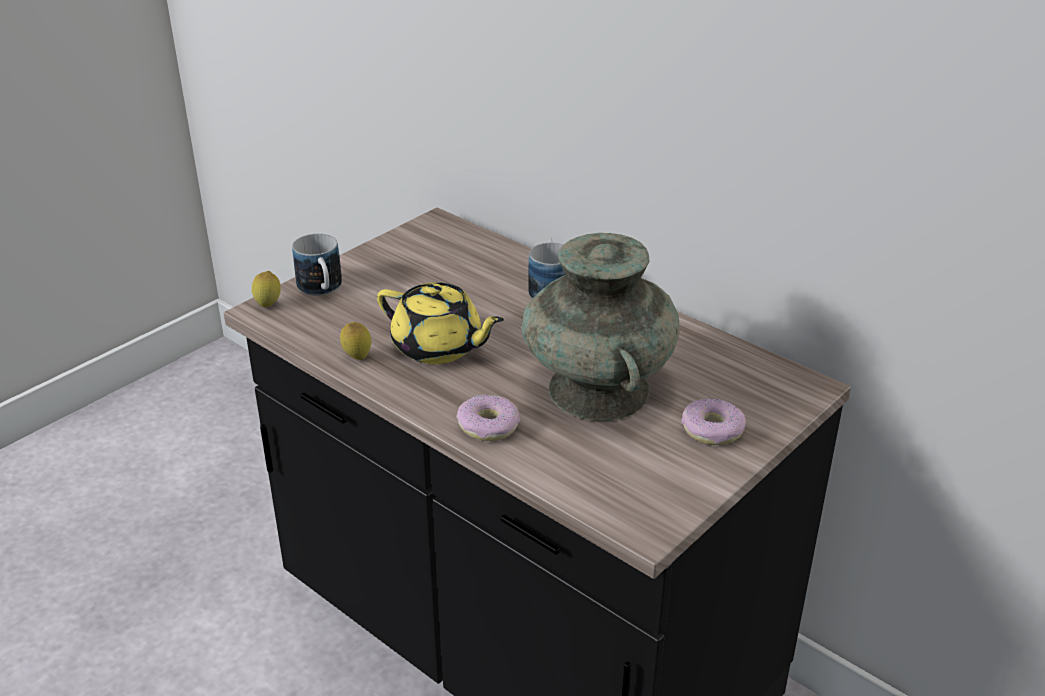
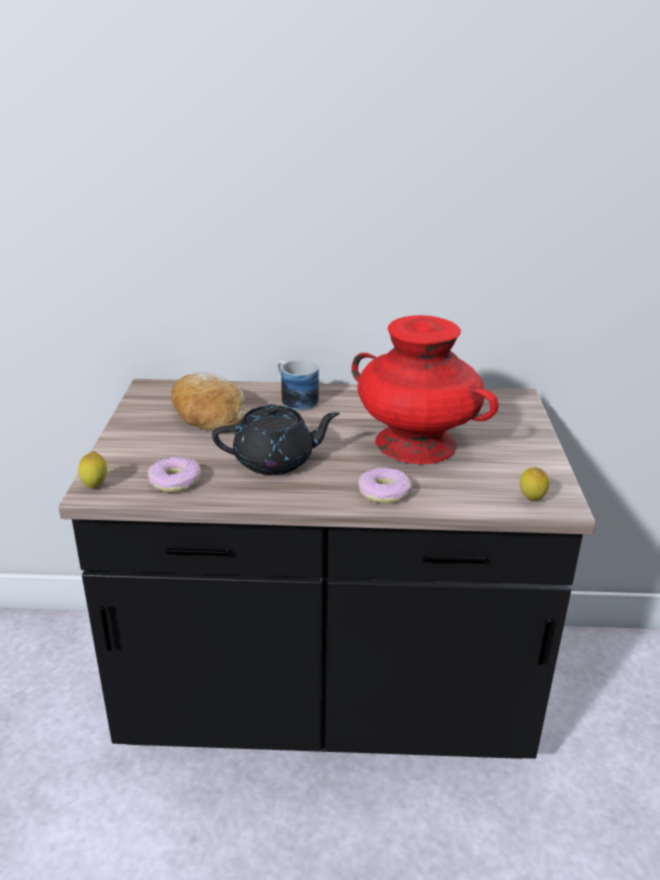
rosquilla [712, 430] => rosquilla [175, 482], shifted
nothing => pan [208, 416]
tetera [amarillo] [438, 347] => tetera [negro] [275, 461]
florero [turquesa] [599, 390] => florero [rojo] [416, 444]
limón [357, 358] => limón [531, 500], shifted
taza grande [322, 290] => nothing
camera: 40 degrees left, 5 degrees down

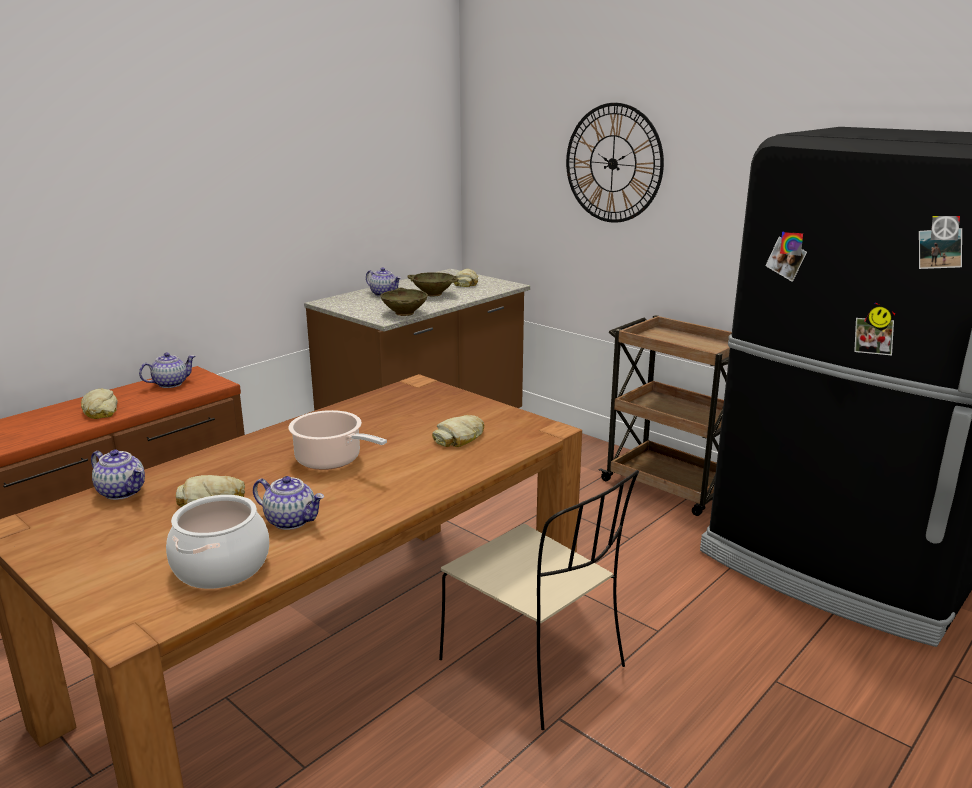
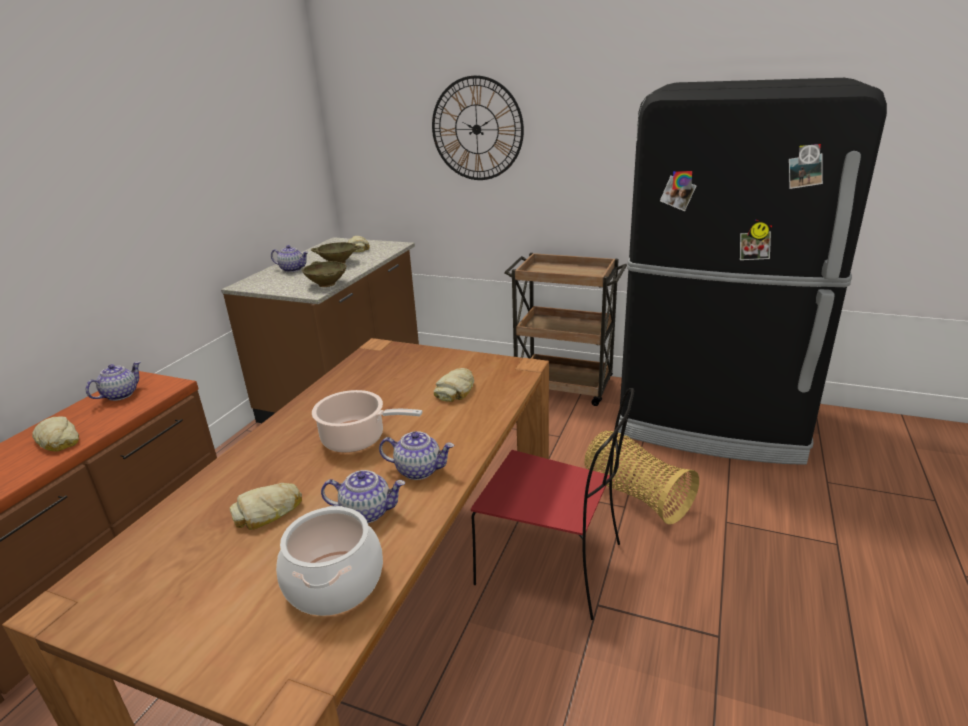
tetera [122, 492] => tetera [419, 470], shifted
silla [beis] [535, 665] => silla [rojo] [553, 565]
nothing => cesta [635, 495]
camera: 20 degrees left, 5 degrees up

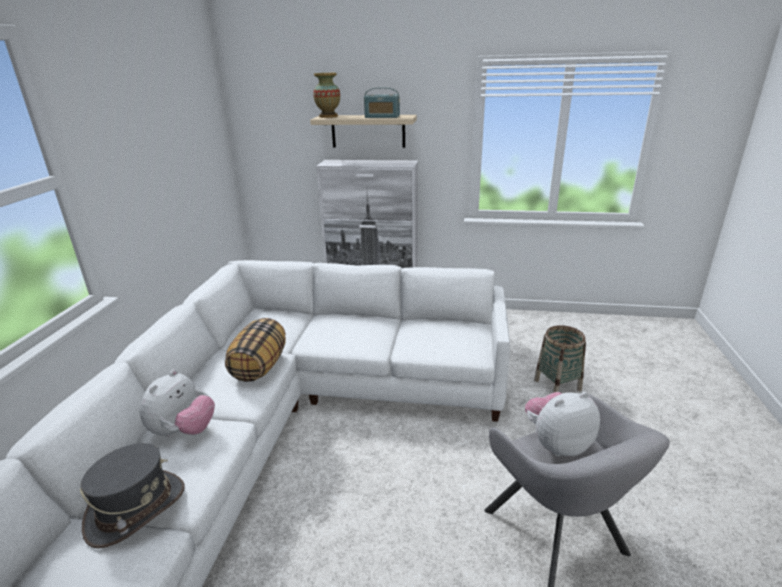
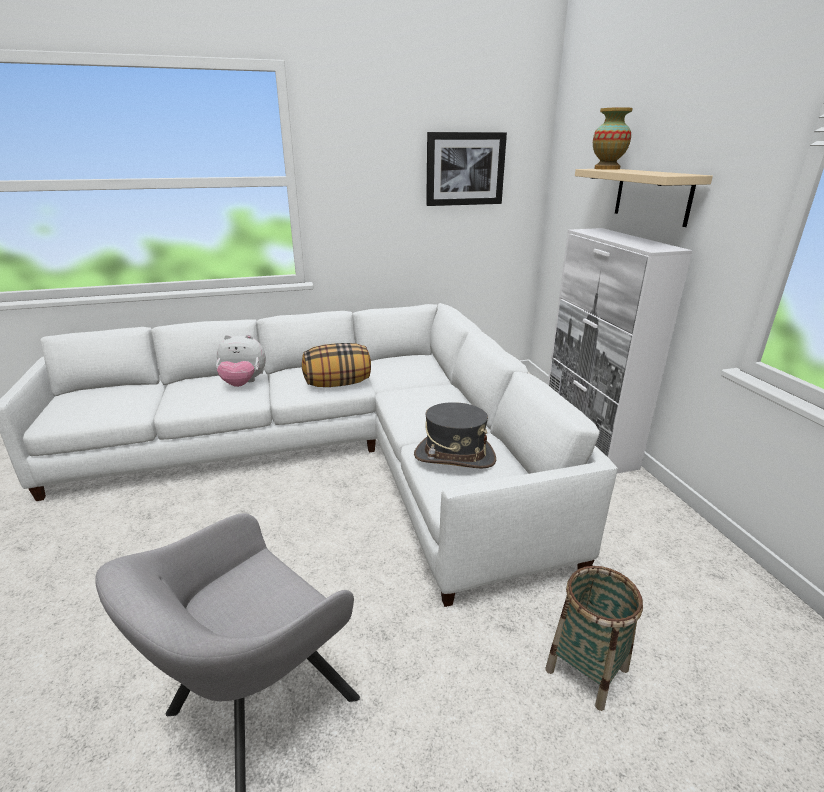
sombrero [gris] [136, 509] => sombrero [gris] [454, 456], shifted
nothing => cuadro [465, 169]
radio [382, 117] => nothing
peluche [556, 443] => nothing
camera: 65 degrees right, 0 degrees up

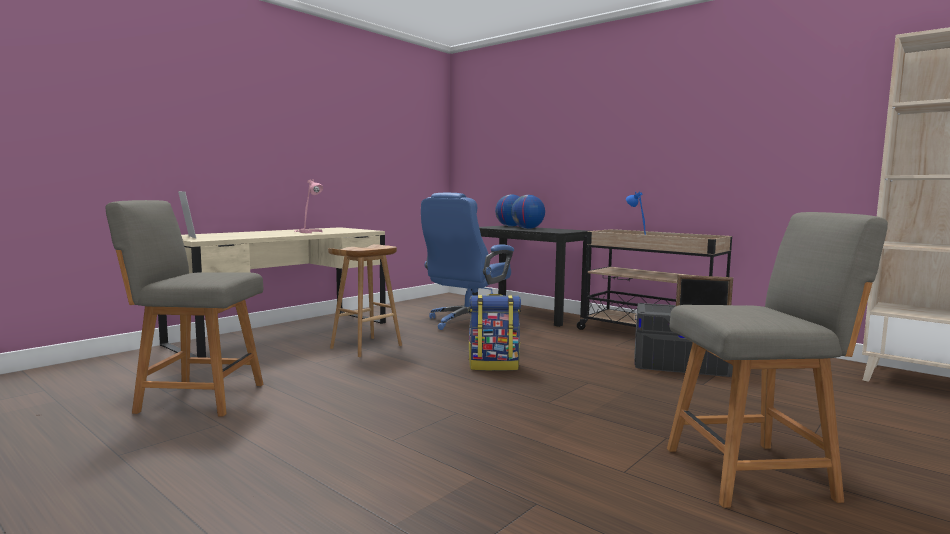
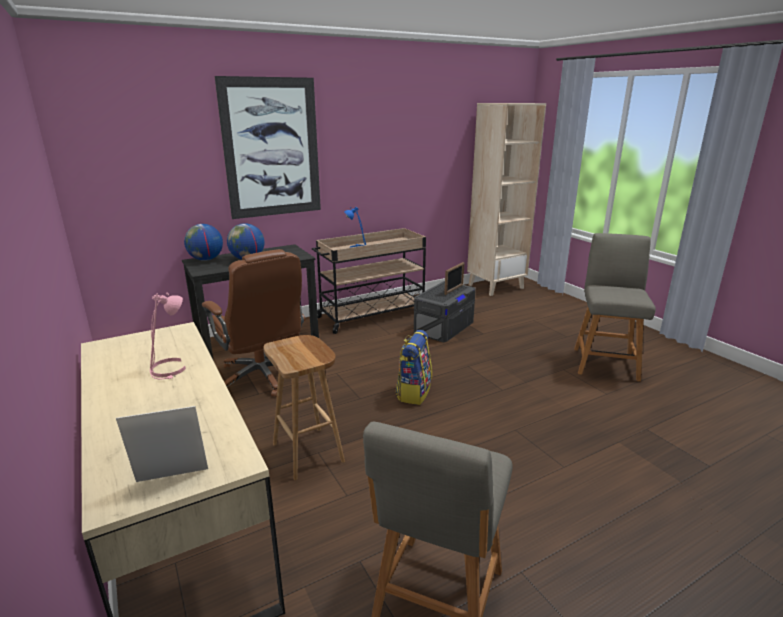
silla de oficina [azul] [466, 322] => silla de oficina [marrón] [262, 377]
nothing => cuadro [272, 148]
camera: 70 degrees left, 15 degrees up

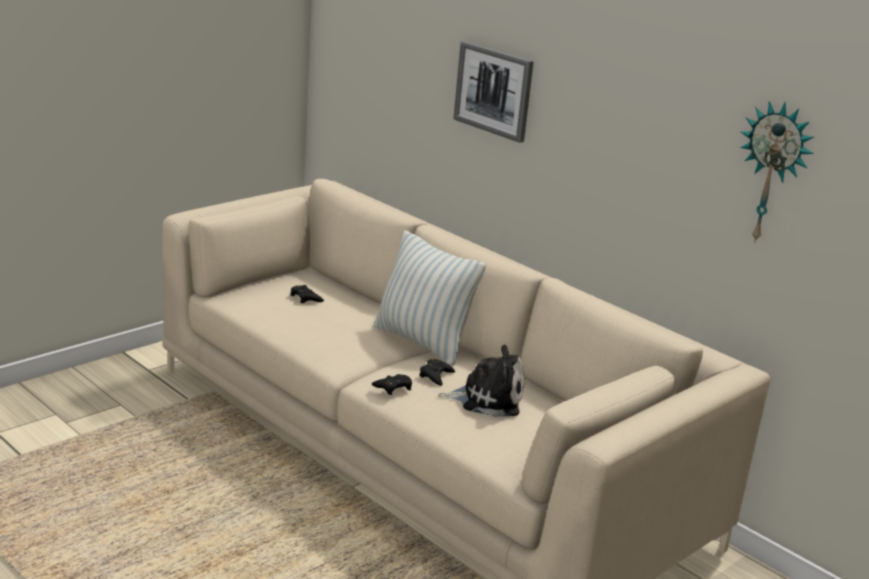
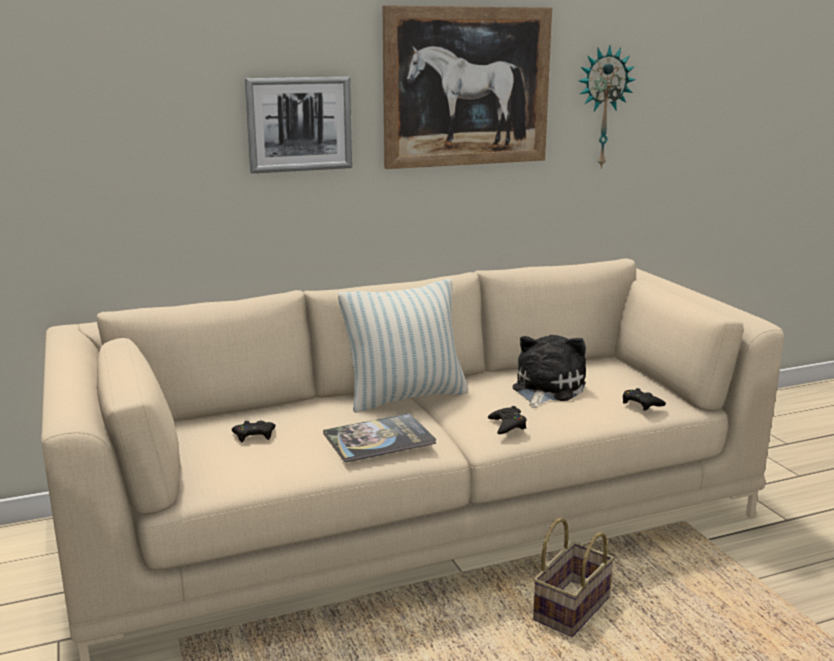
nothing => libro [379, 439]
nothing => cuadro [467, 87]
nothing => cesta [571, 607]
mando de consola [negro] [435, 375] => mando de consola [negro] [641, 404], shifted
camera: 65 degrees left, 5 degrees down

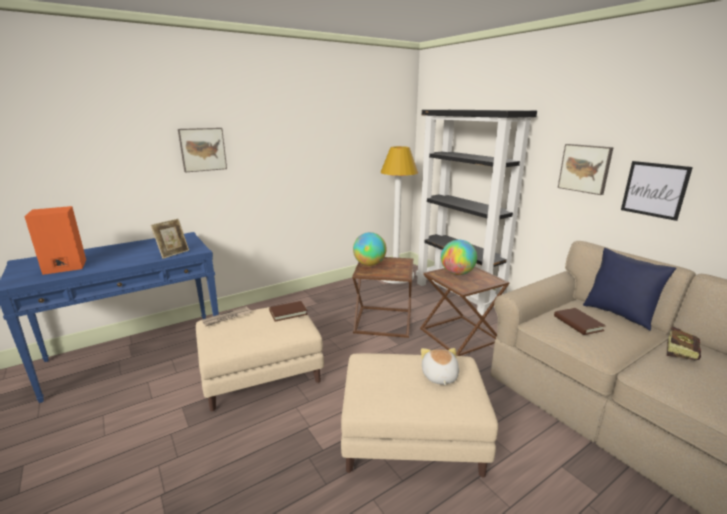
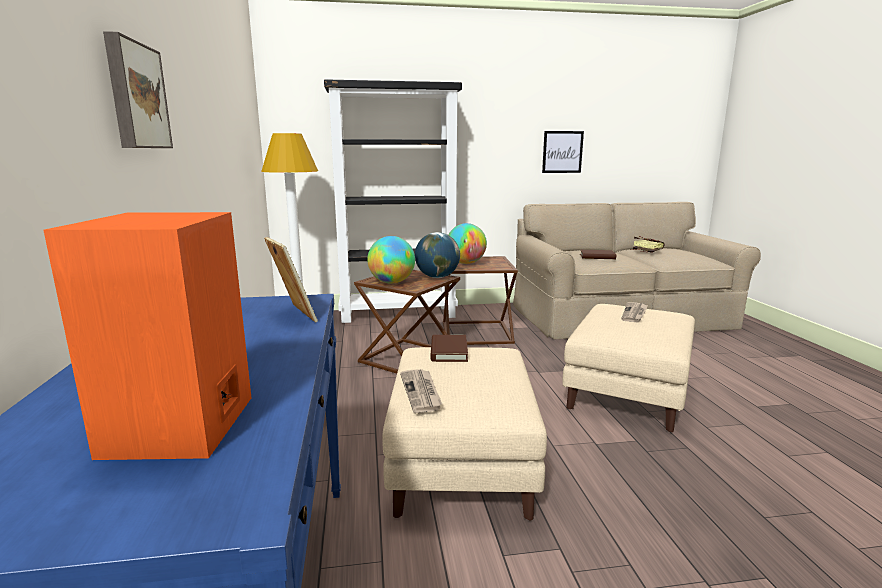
nothing => globo terráqueo [437, 277]
peluche [439, 376] => periódico [634, 314]
cuadro [585, 168] => nothing
cojín [azul] [618, 314] => nothing
camera: 65 degrees left, 5 degrees down

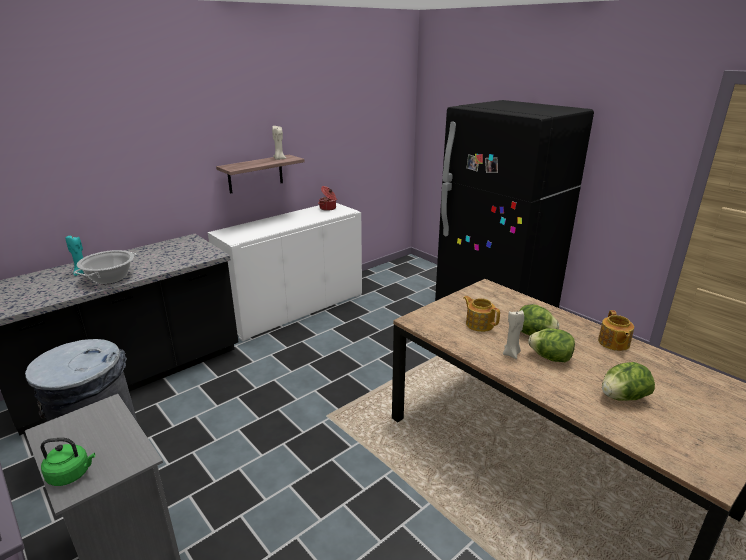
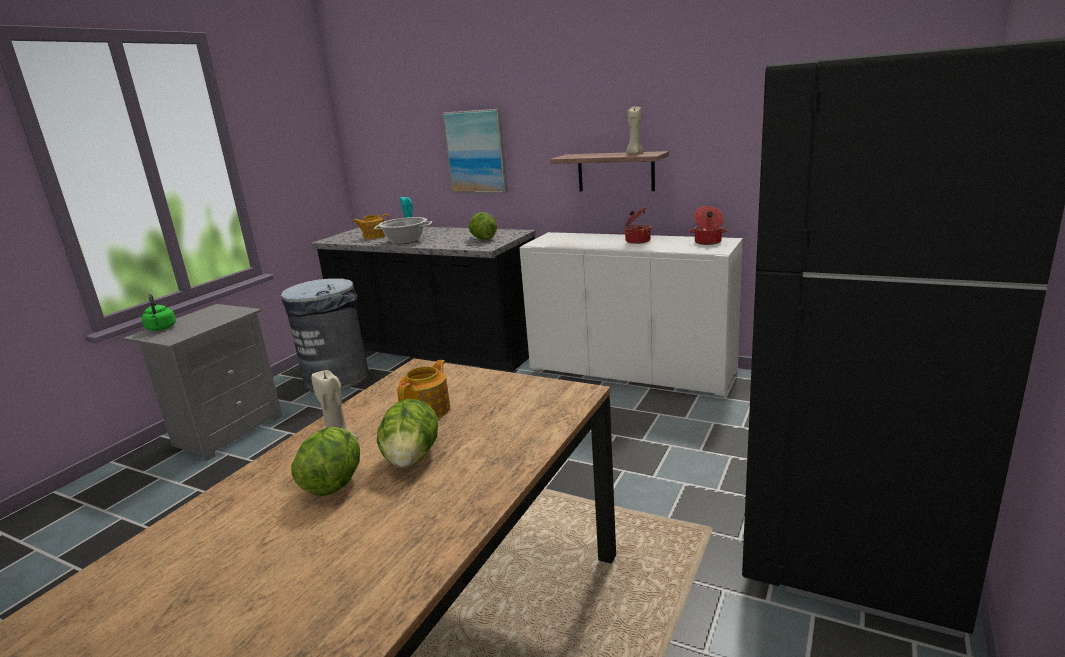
tetera [613, 343] => tetera [374, 236], shifted
nothing => cuadro [476, 152]
lechuga [622, 397] => lechuga [483, 239], shifted
nothing => olla [637, 241]
camera: 70 degrees right, 5 degrees down

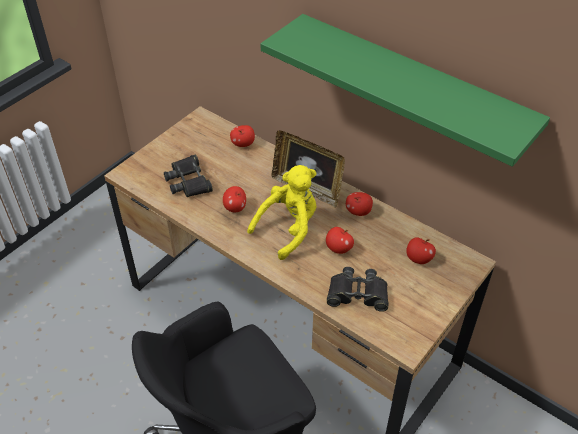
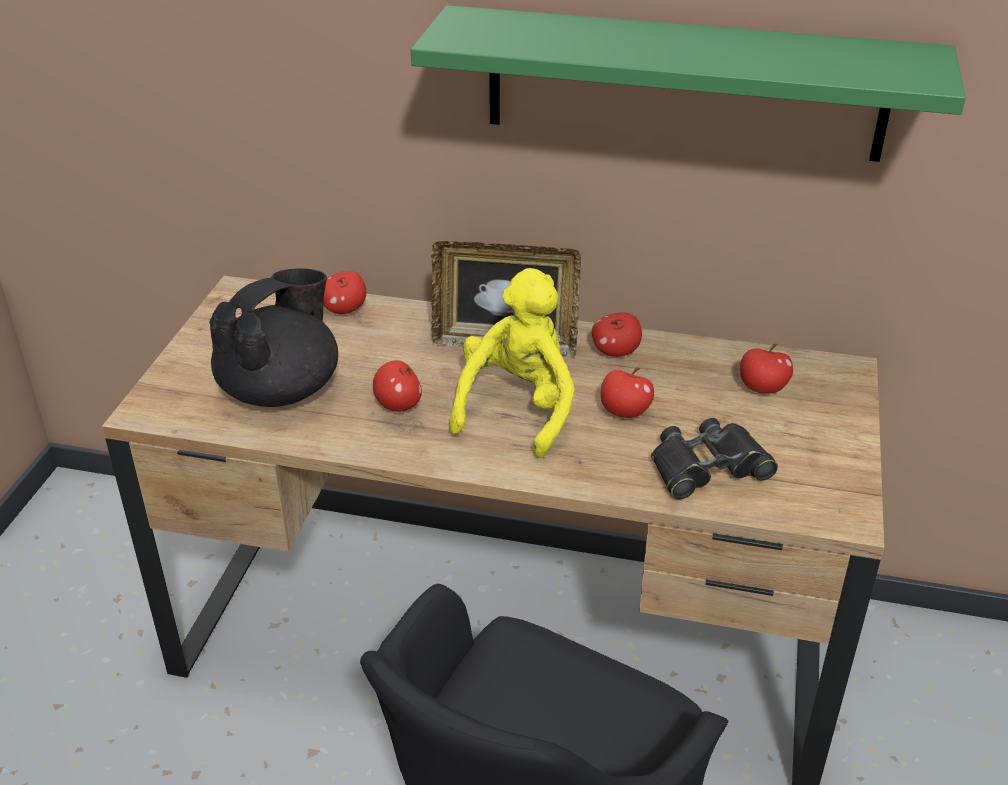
prismáticos [negro] [189, 181] => tetera [negro] [281, 389]
camera: 25 degrees left, 10 degrees down

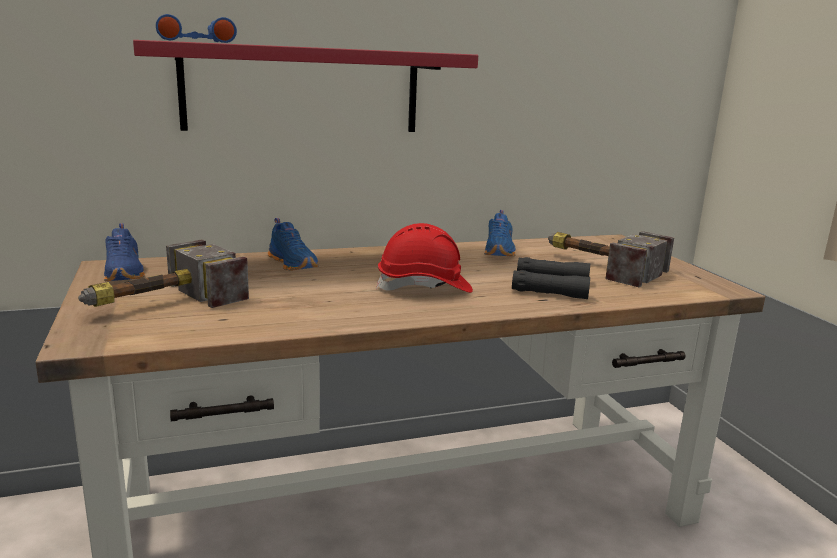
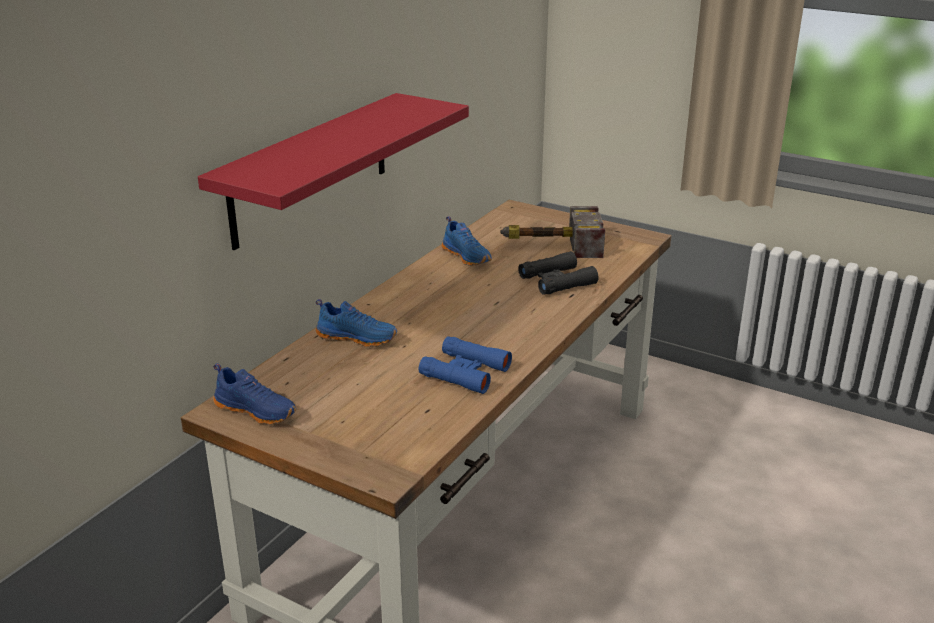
prismáticos [azul] [195, 41] => prismáticos [azul] [465, 372], shifted
martillo [159, 303] => nothing
casco [rojo] [424, 288] => nothing
camera: 40 degrees left, 10 degrees up

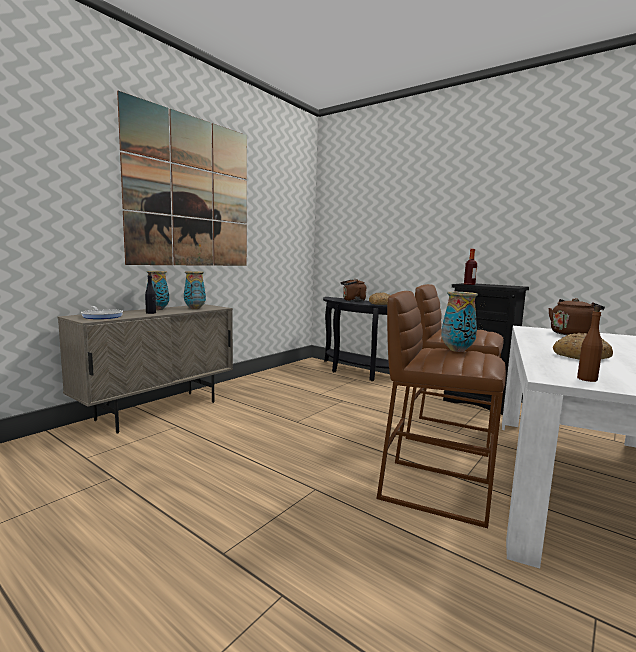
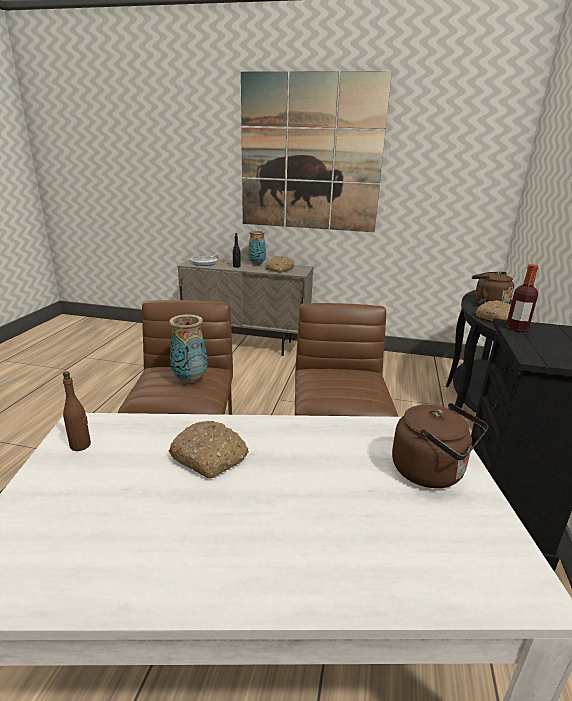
florero [195, 308] => pan [279, 269]
camera: 65 degrees right, 15 degrees up

